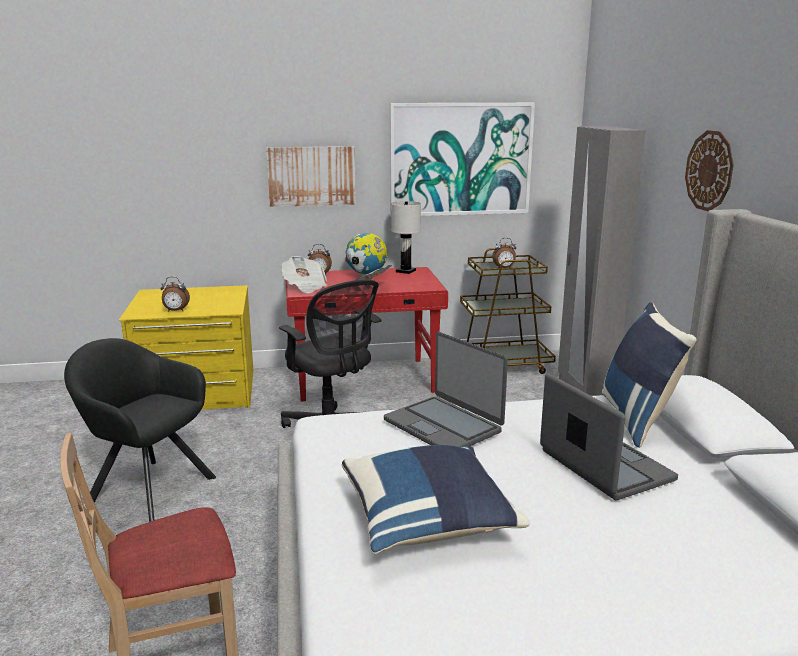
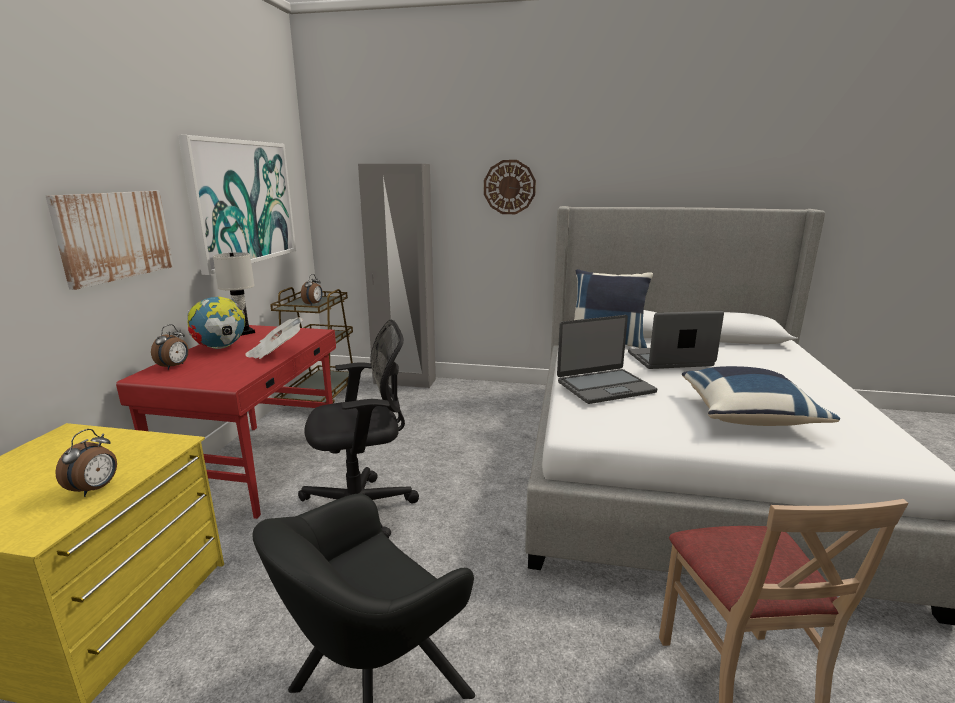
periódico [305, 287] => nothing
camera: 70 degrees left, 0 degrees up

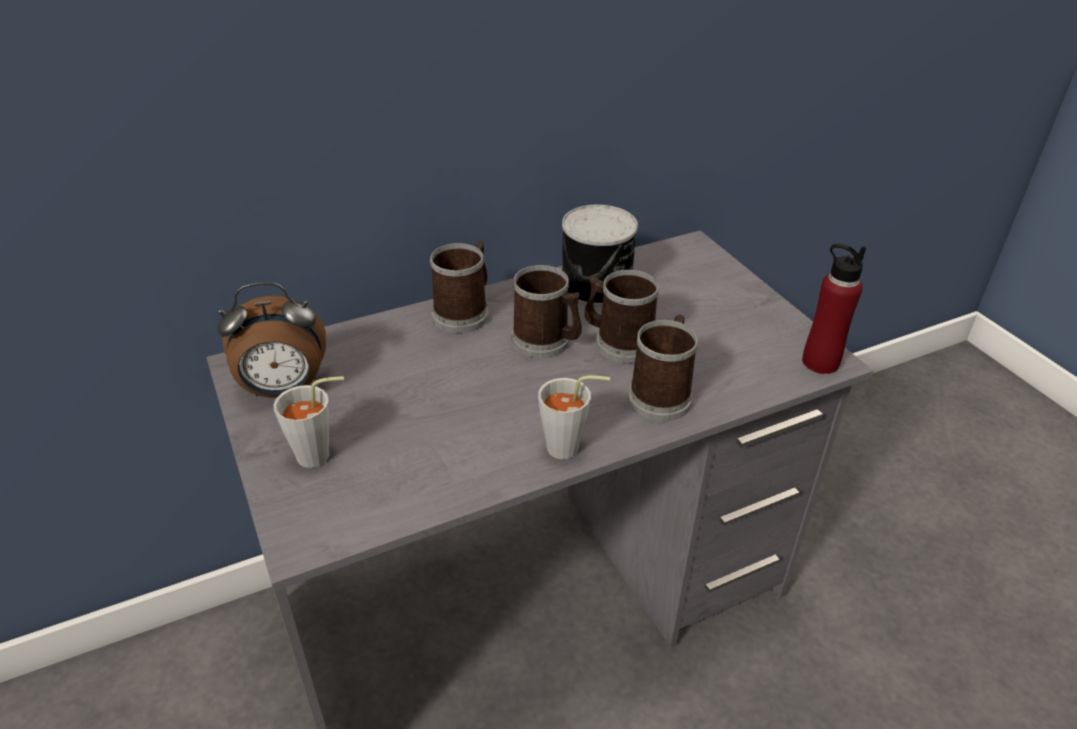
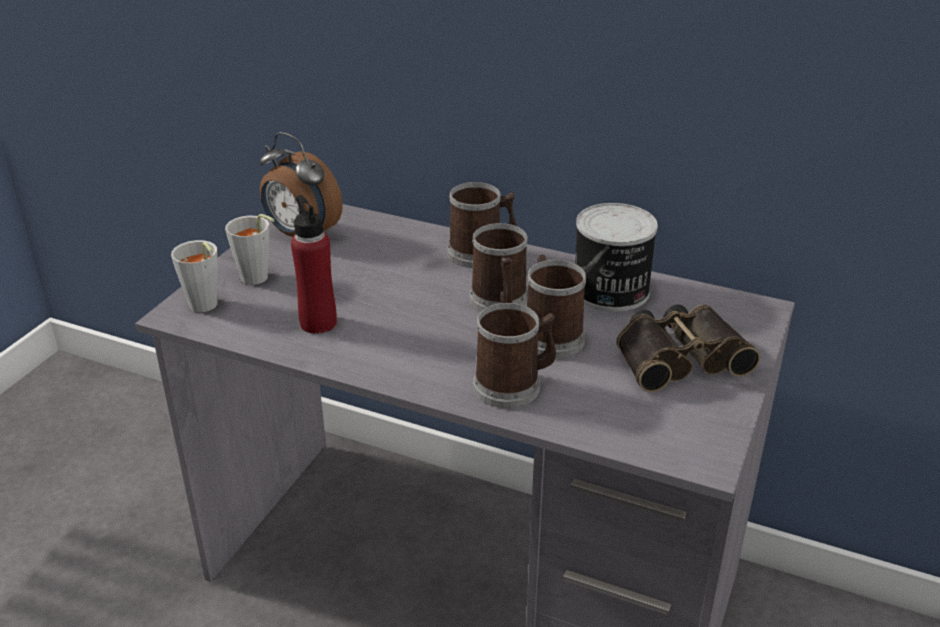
taza [gris] [570, 449] => taza [gris] [205, 307], shifted
botella [rojo] [820, 362] => botella [rojo] [318, 323], shifted
nothing => prismáticos [678, 356]
camera: 50 degrees right, 5 degrees down

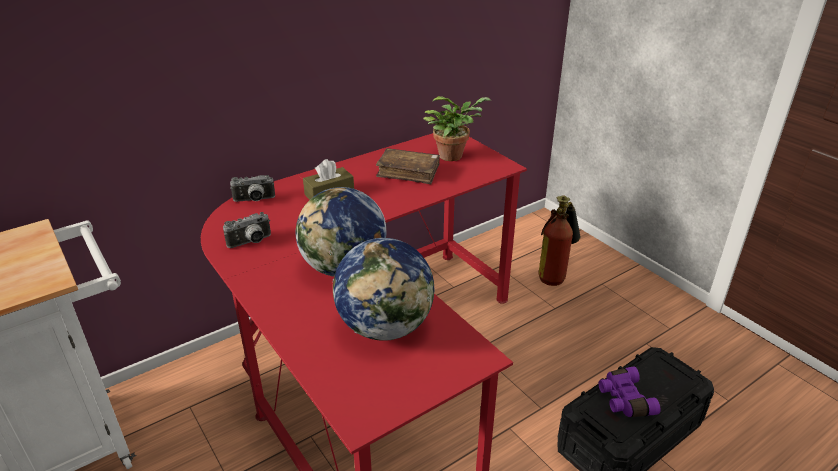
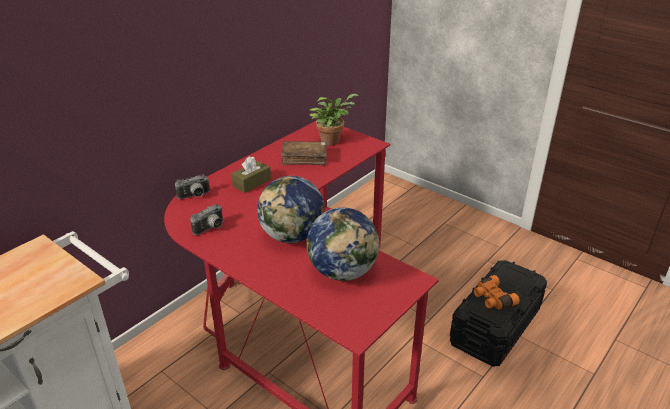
prismáticos [morado] [623, 399] => prismáticos [naranja] [492, 299]
extintor [556, 274] => nothing
camera: 15 degrees left, 0 degrees up

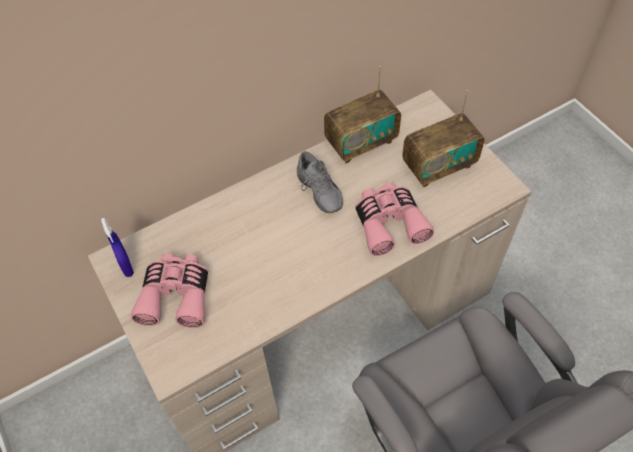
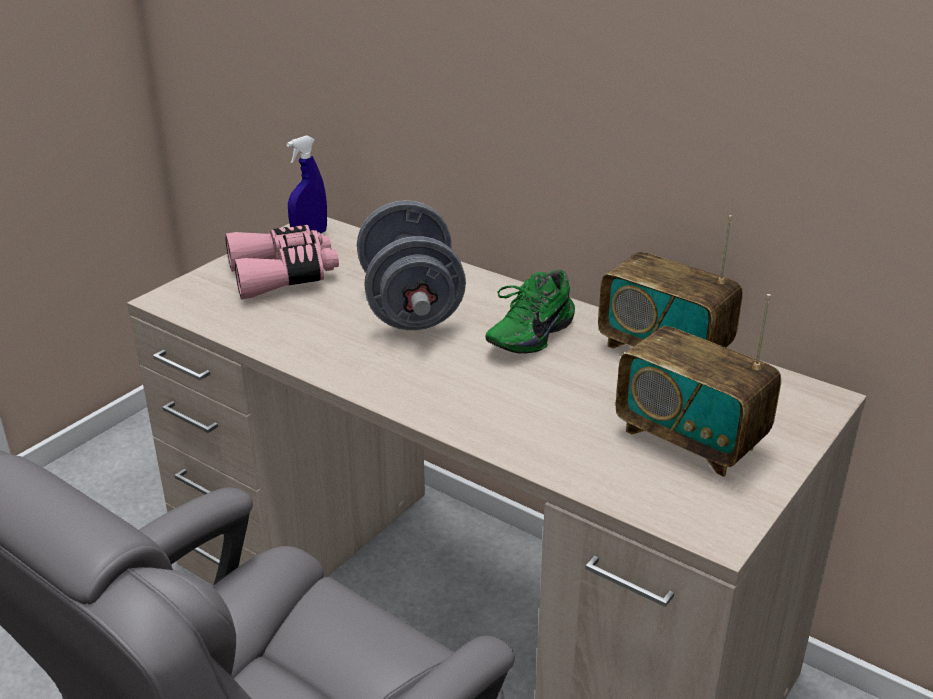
nothing => mancuerna [gris] [411, 307]
zapato [gris] [317, 193] => zapato [verde] [527, 335]
prismáticos [rosa] [389, 223] => nothing
camera: 65 degrees right, 25 degrees down

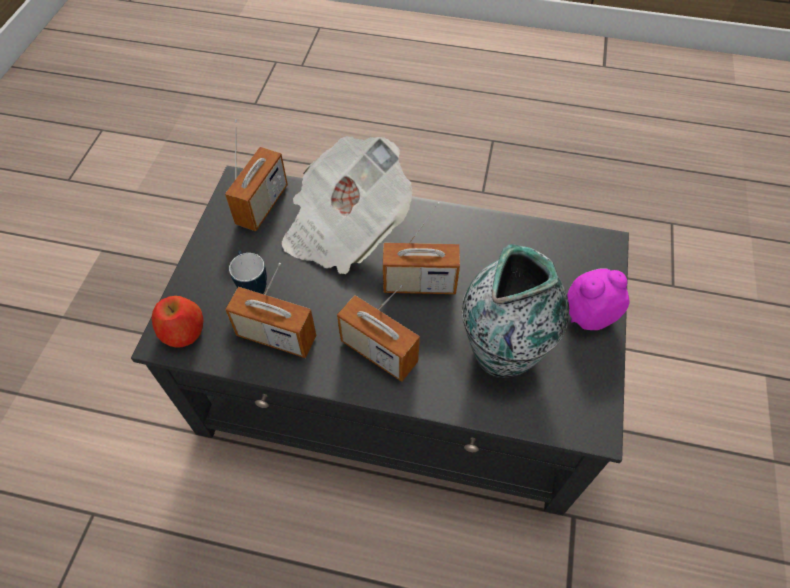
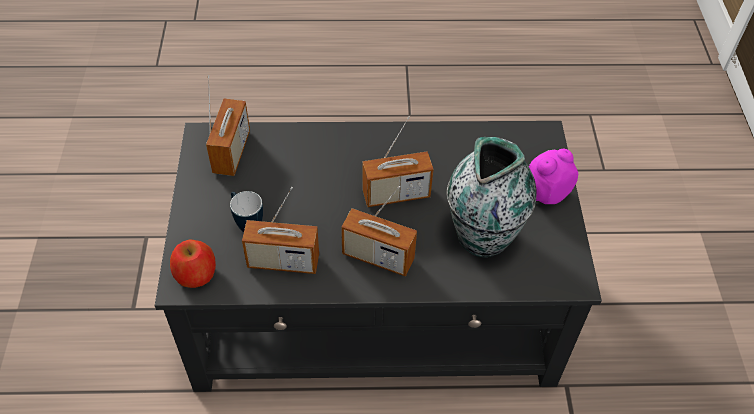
periódico [344, 227] => nothing
camera: 15 degrees left, 5 degrees down

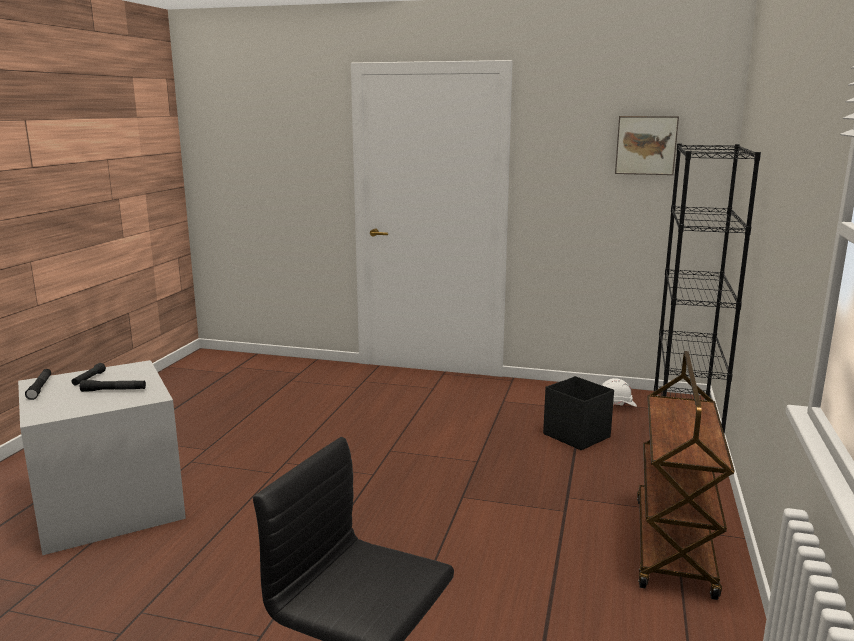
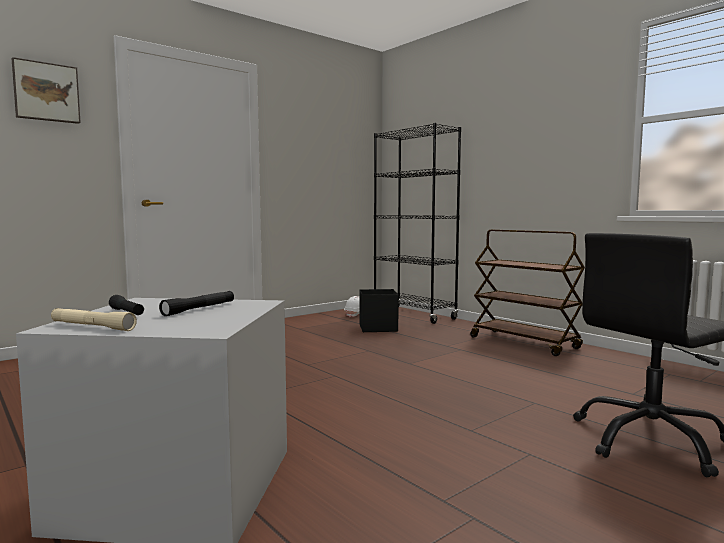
cuadro [646, 145] => cuadro [46, 92], shifted
linterna [negro] [40, 388] => linterna [beis] [92, 327]
camera: 55 degrees left, 10 degrees down

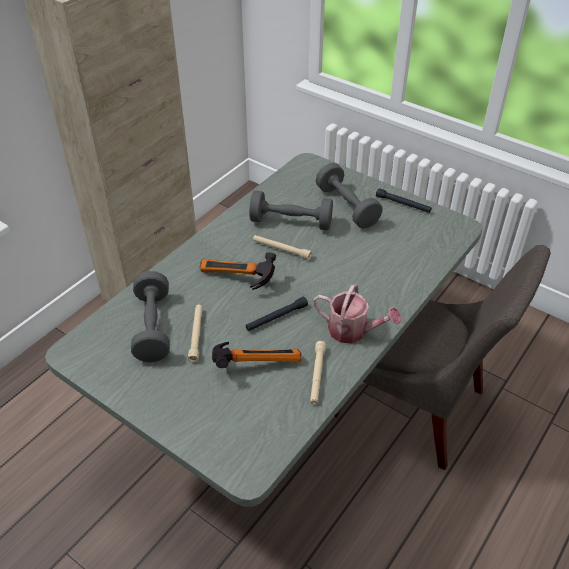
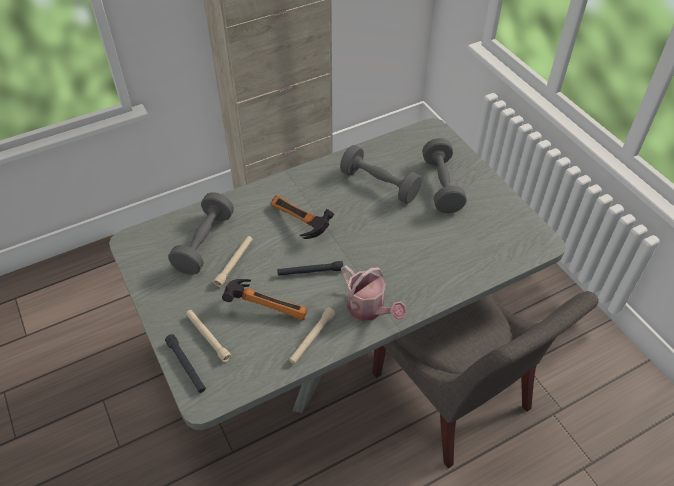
linterna [negro] [403, 204] => linterna [negro] [186, 366], shifted
linterna [beis] [281, 250] => linterna [beis] [208, 337], shifted
camera: 25 degrees right, 5 degrees up

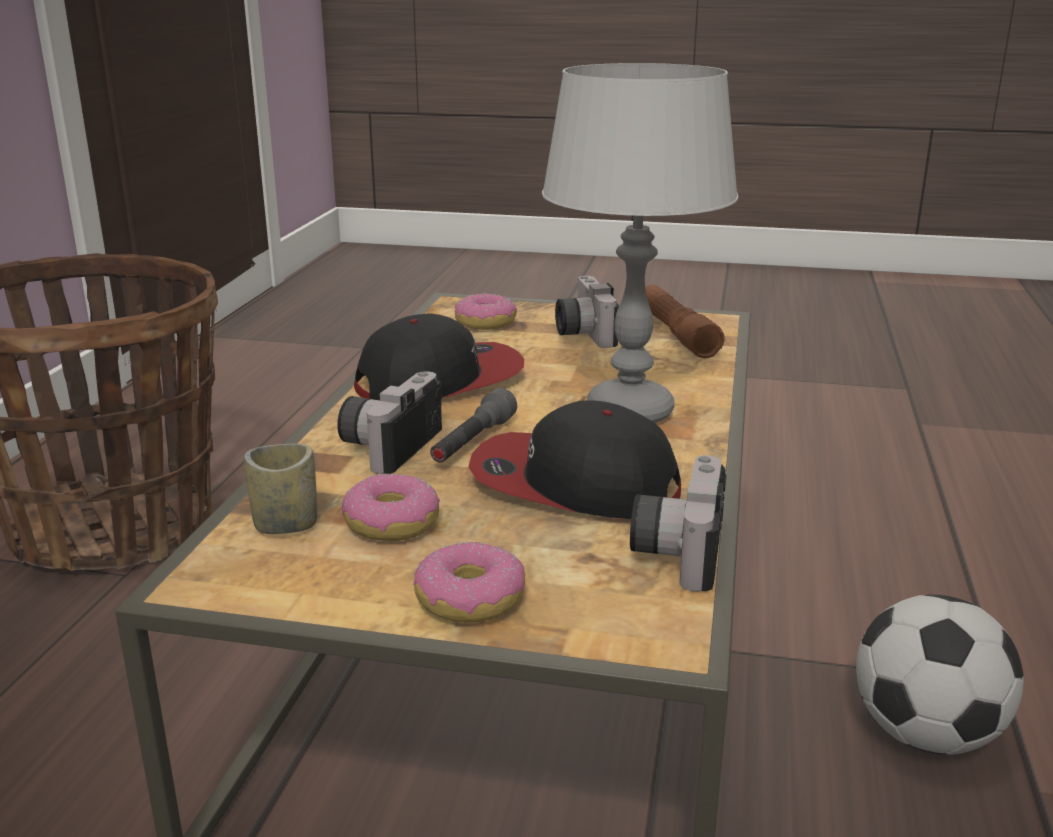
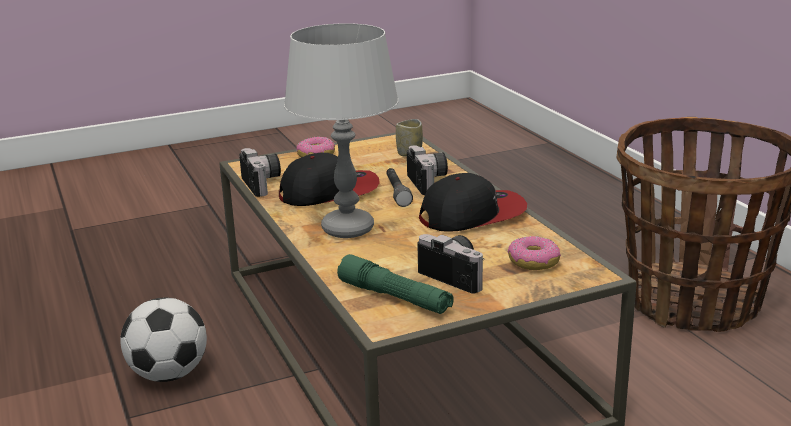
linterna [marrón] [675, 333] => linterna [verde] [394, 298]
gorra [440, 380] => gorra [472, 215], 135 degrees counterclockwise
rosquilla [391, 523] => nothing
camera: 145 degrees right, 0 degrees up

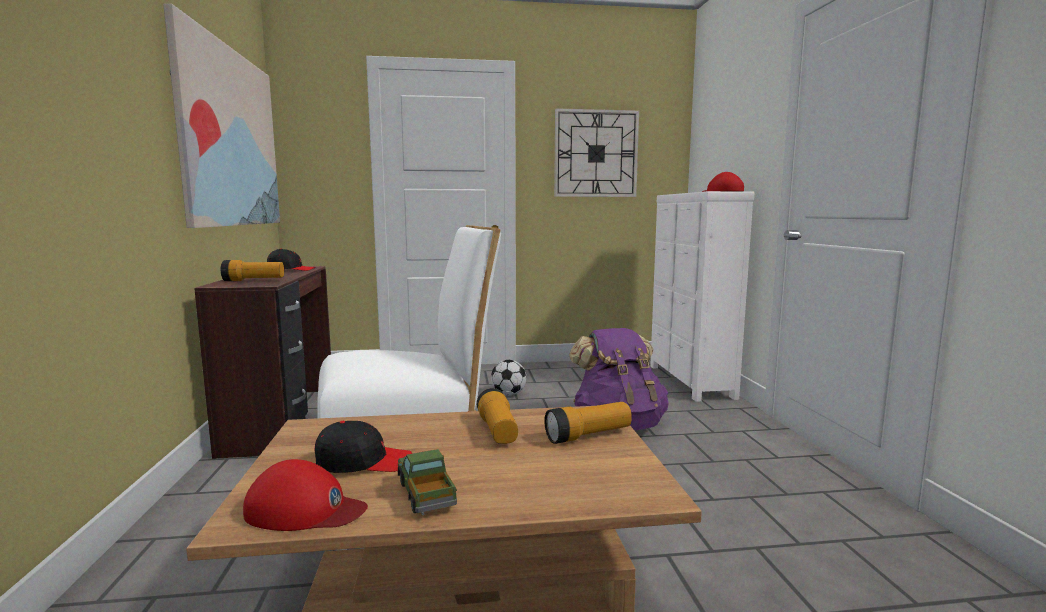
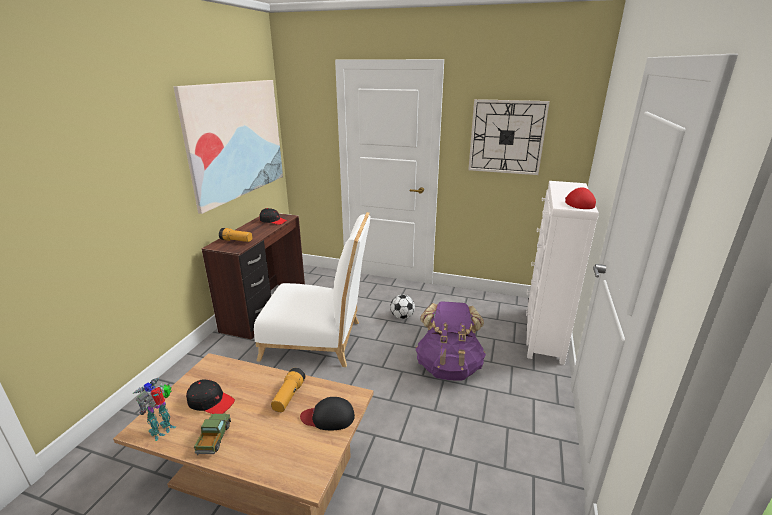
gorra [rojo] [305, 510] => robot de juguete [164, 430]
linterna [588, 435] => gorra [negro] [328, 417]
camera: 25 degrees right, 15 degrees up

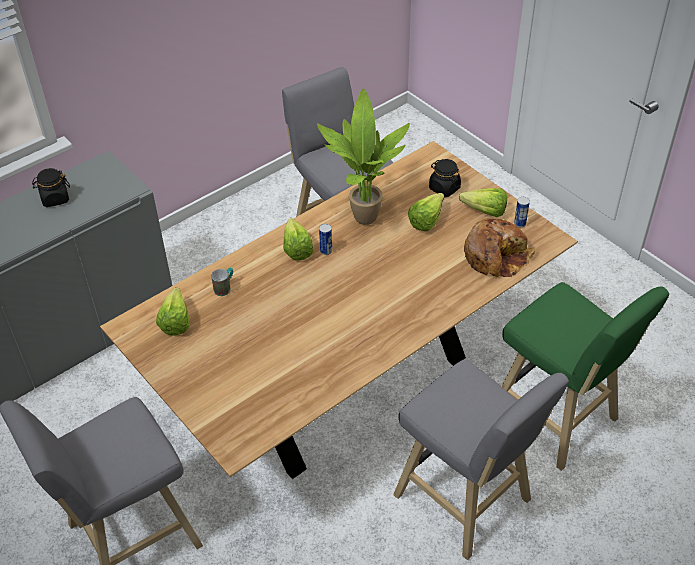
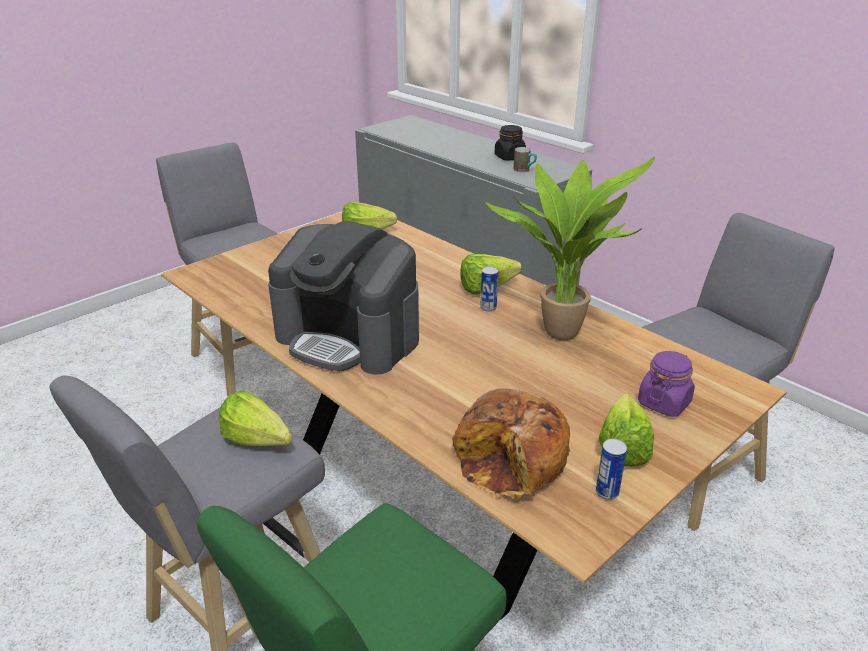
lechuga [429, 219] => lechuga [260, 444], shifted
nothing => cafetera [349, 338]
taza grande [225, 287] => taza grande [524, 170], shifted
tarro [negro] [444, 188] => tarro [morado] [664, 402]
camera: 85 degrees right, 15 degrees down

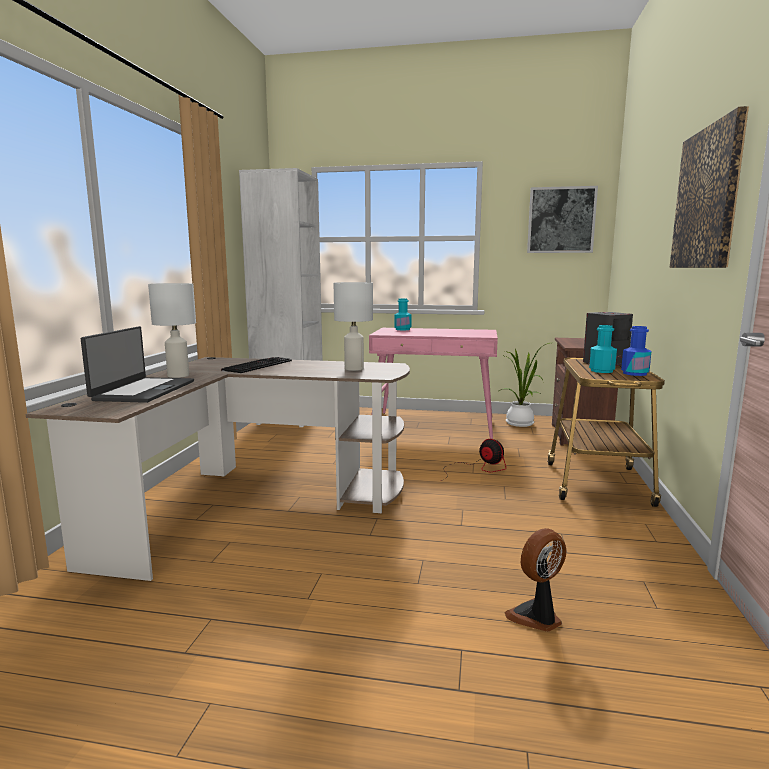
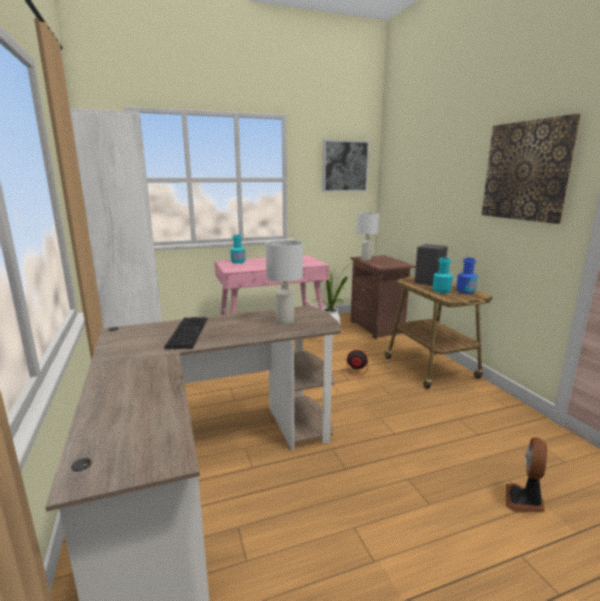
lámpara de mesa [blanco] [177, 376] => lámpara de mesa [blanco] [366, 259], shifted
portátil [143, 390] => nothing
camera: 30 degrees left, 5 degrees up

